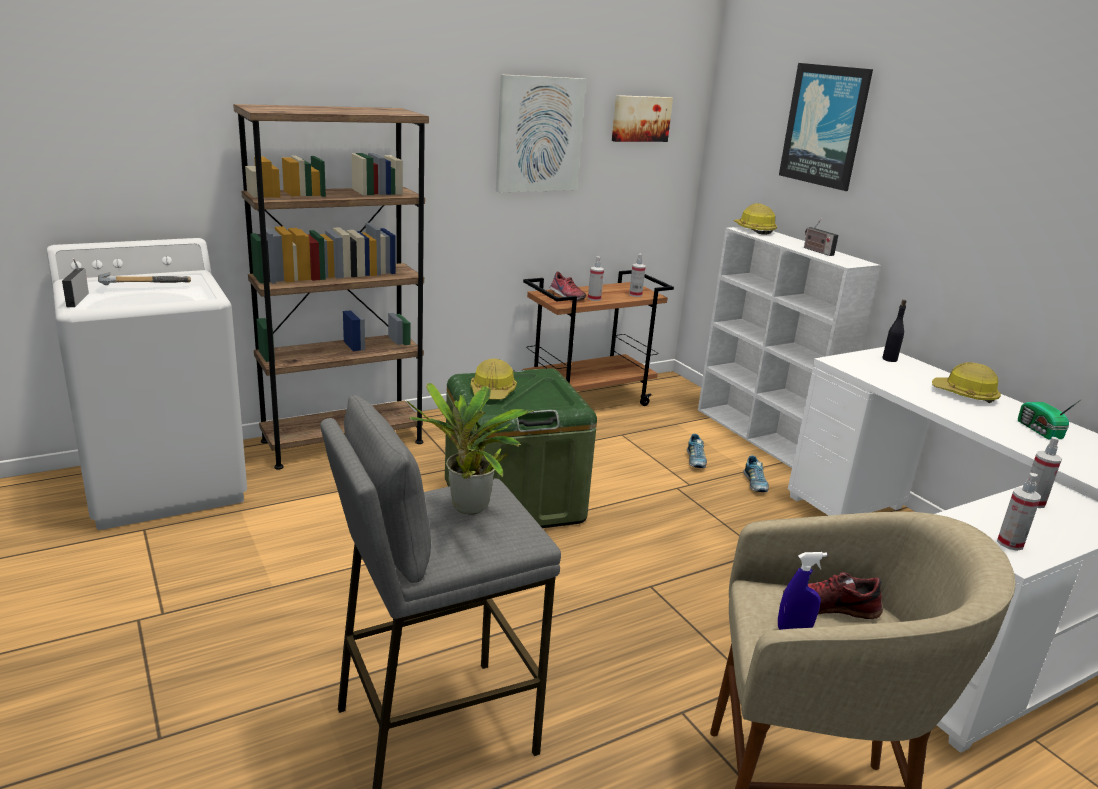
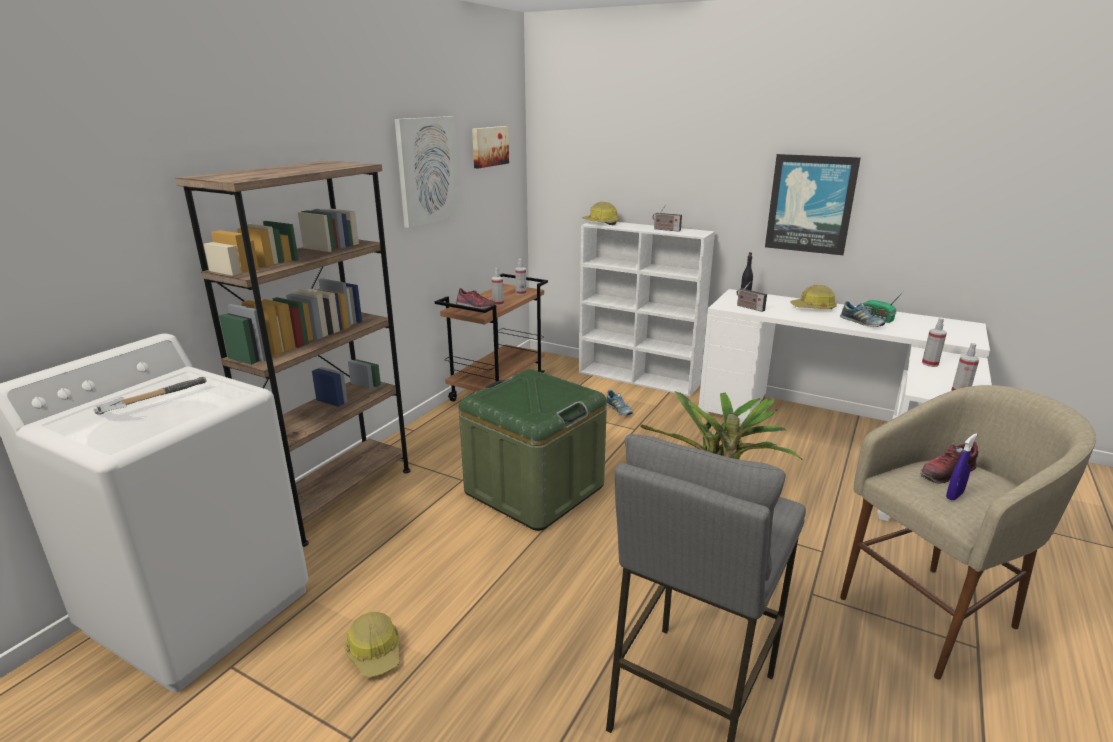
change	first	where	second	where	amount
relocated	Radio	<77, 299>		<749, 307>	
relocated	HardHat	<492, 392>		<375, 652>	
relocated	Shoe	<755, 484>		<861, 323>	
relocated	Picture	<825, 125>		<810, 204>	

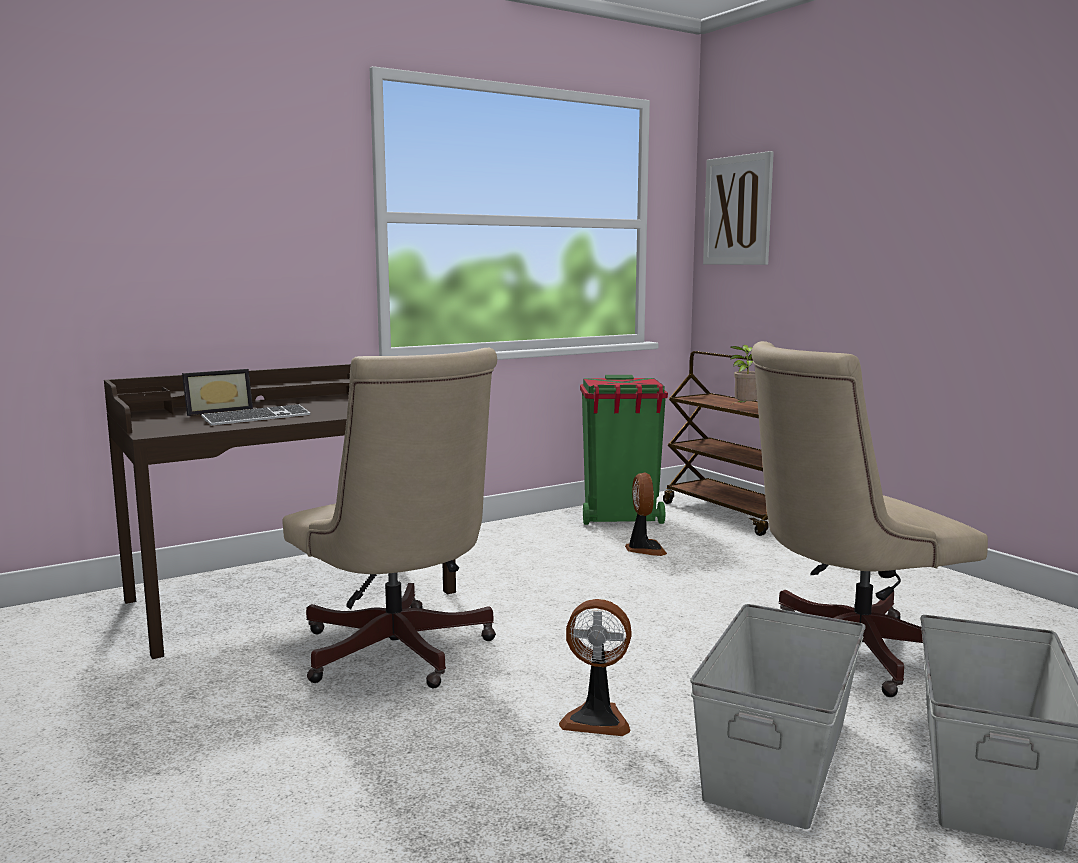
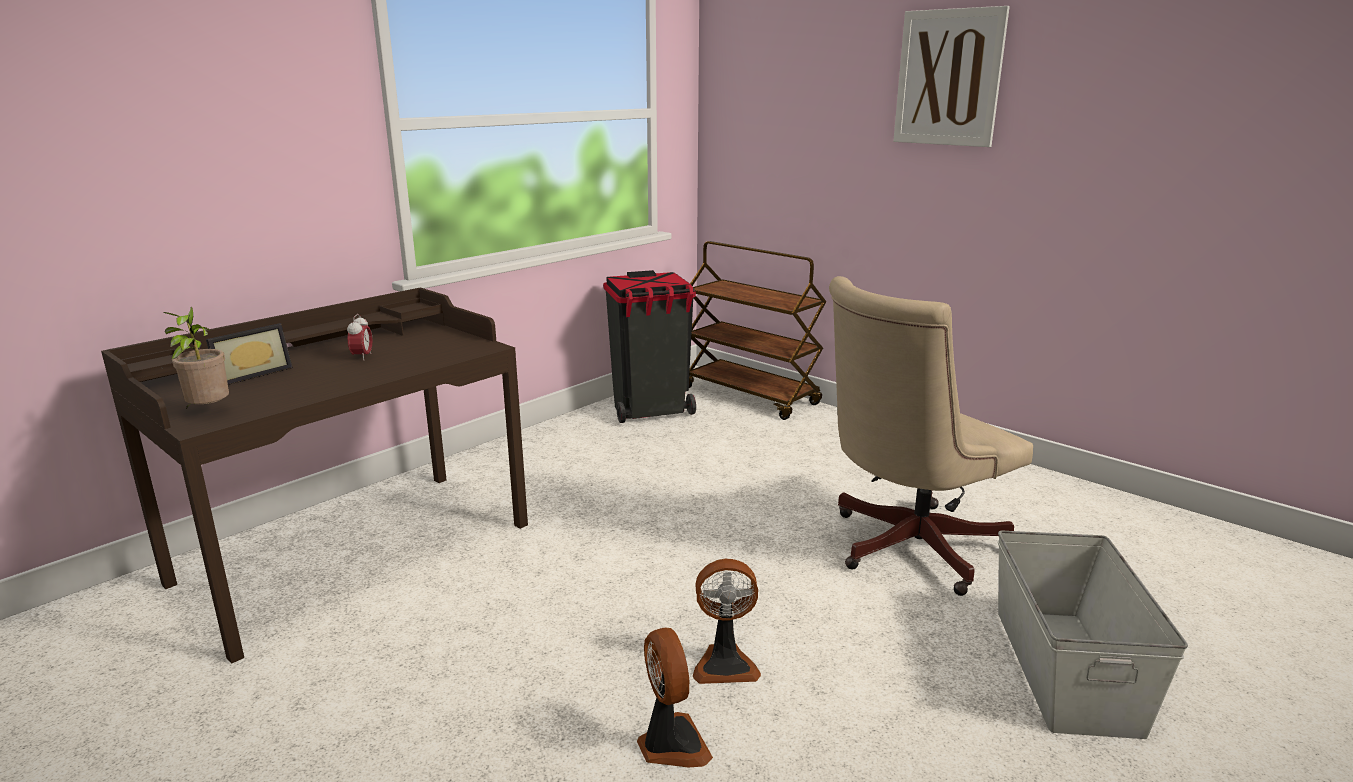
change	first	where	second	where	amount
missing	Keyboard	<257, 418>			
missing	BeigeOfficeChair	<399, 655>			
colour	GreenTrashCan	<621, 518>	BlackTrashCan	<651, 411>	
relocated	Fan	<644, 549>		<670, 744>	
missing	GreyStorageBox	<779, 758>			
relocated	Picture	<738, 210>		<948, 78>	
relocated	PottedPlant	<744, 408>		<208, 412>	
appeared			AlarmClock	<362, 357>	

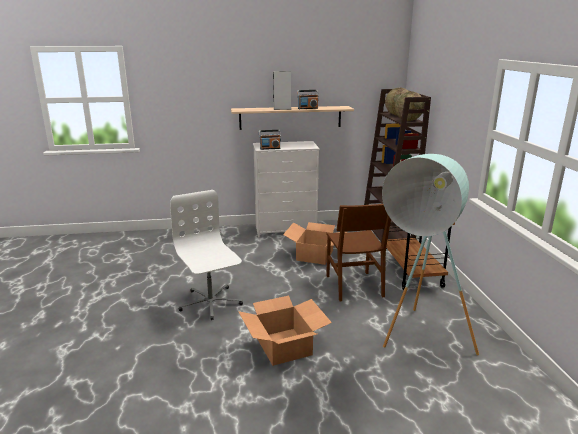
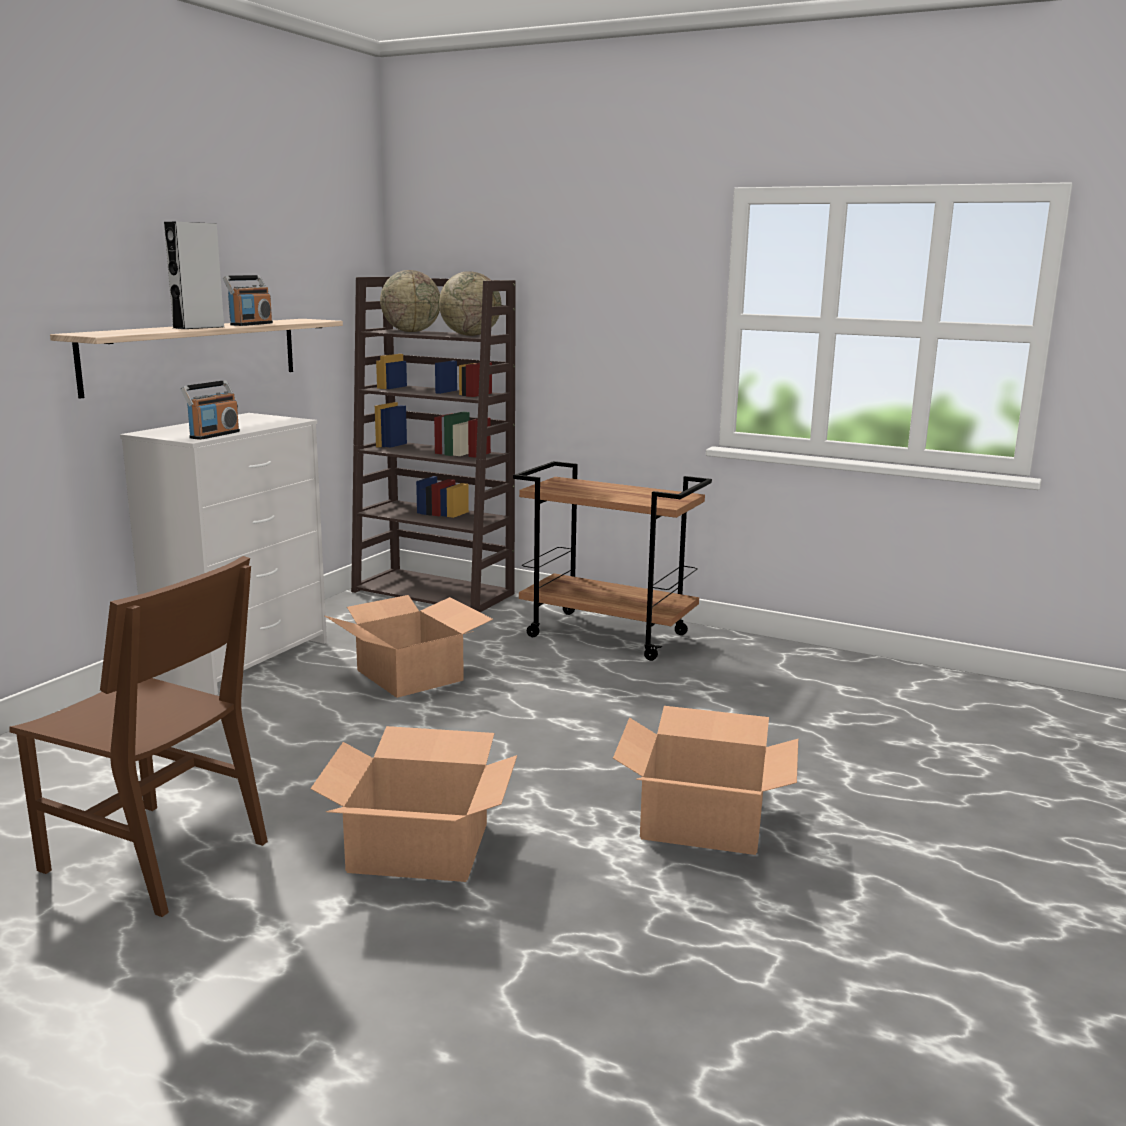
change	first	where	second	where	amount
exchanged	WhiteOfficeChair	<210, 303>	CardboardBox	<419, 847>	
relocated	BrownChair	<354, 286>		<155, 856>	
missing	TurquoiseFloorLamp	<416, 344>			

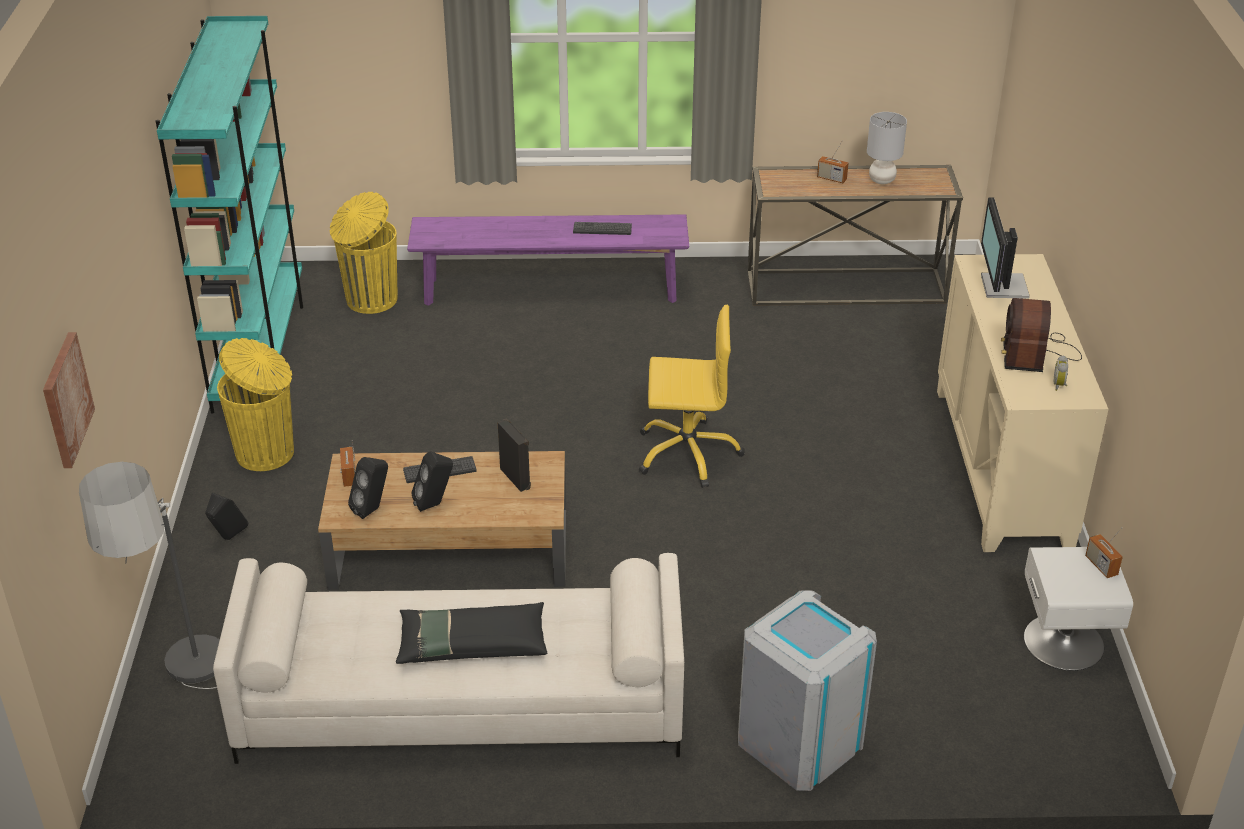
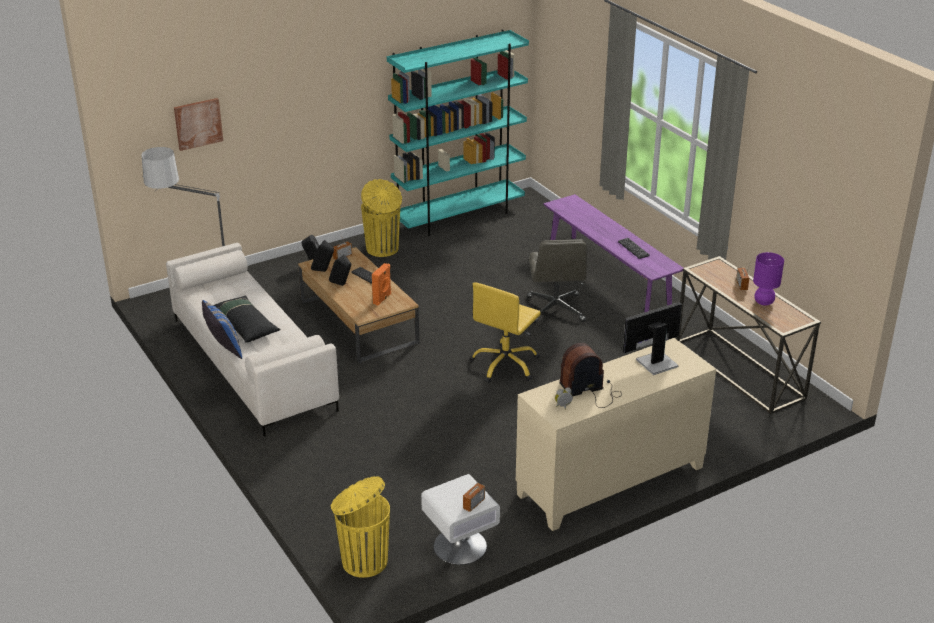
change	first	where	second	where	amount
relocated	YellowTrashCan	<370, 300>		<363, 561>	
colour	BlackSpeaker	<516, 478>	OrangeSpeaker	<382, 299>	
spun	YellowOfficeChair	<687, 453>		<505, 365>	60 degrees clockwise
missing	GreyTrashCan	<799, 741>			
colour	GreyTableLamp	<881, 180>	PurpleTableLamp	<764, 302>	
appeared			BluePillow	<223, 349>	
appeared			GreyOfficeChair	<556, 309>	

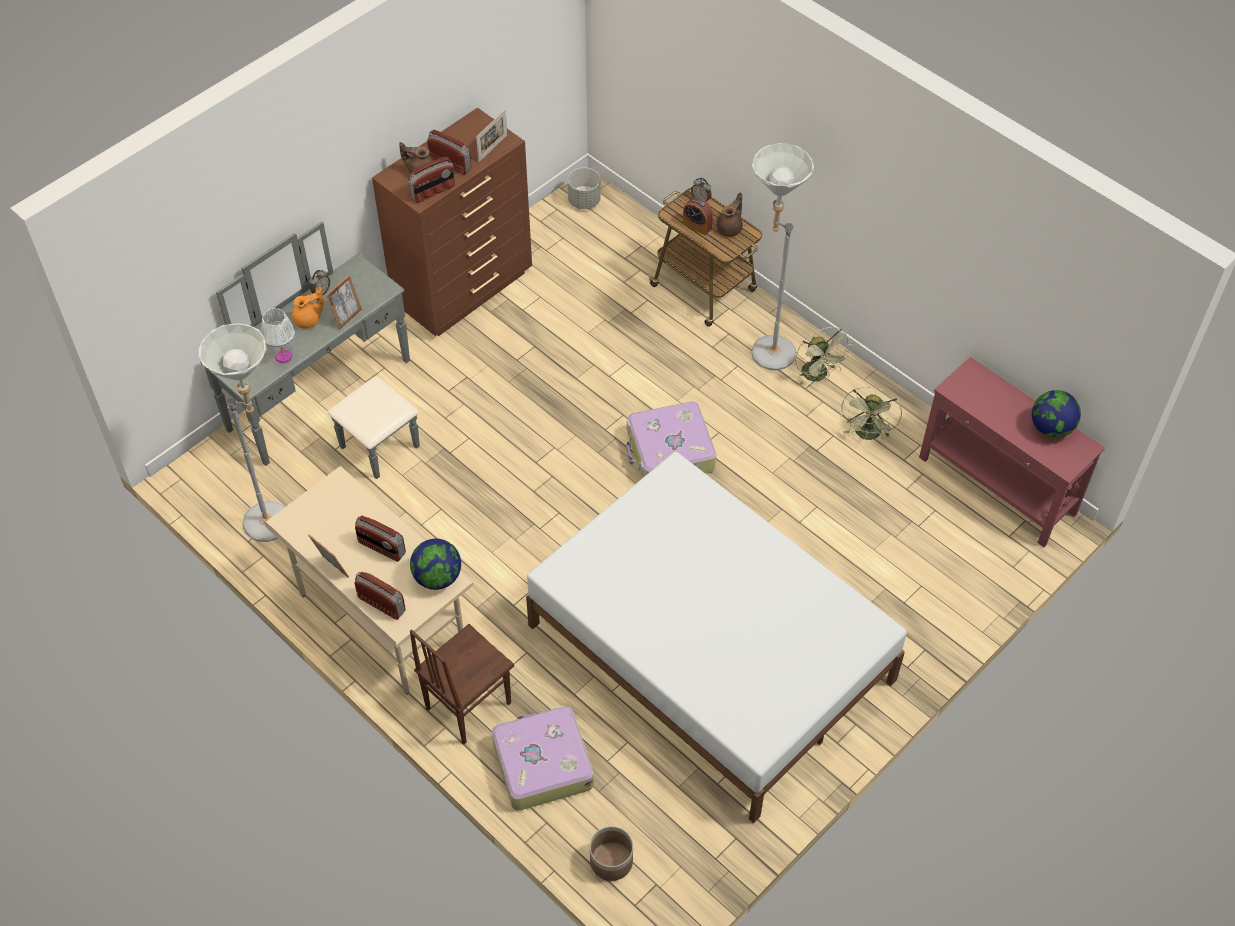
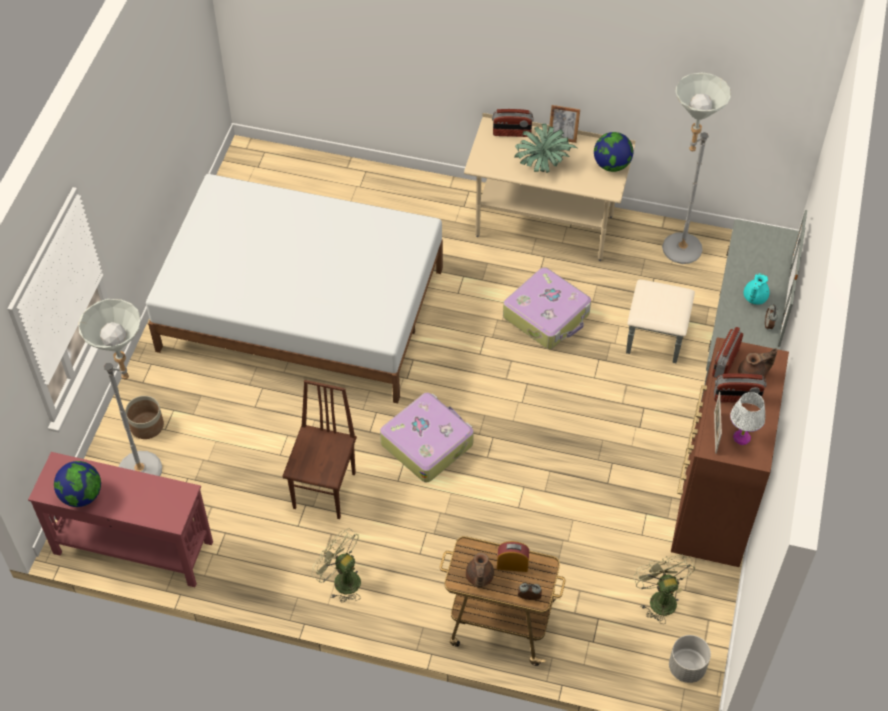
change	first	where	second	where	amount
relocated	WhiteTableLamp	<283, 357>		<741, 437>	
colour	OrangeTeapot	<309, 320>	TurquoiseTeapot	<754, 297>	
missing	PictureFrame	<347, 317>			
exchanged	Radio	<381, 548>	PottedPlant	<542, 163>	
relocated	Globe	<437, 577>		<611, 165>	
relocated	BrownChair	<467, 705>		<326, 490>	
relocated	Suitcase	<542, 764>		<547, 315>	
relocated	Planter	<611, 861>		<146, 426>	
relocated	GreyFloorLamp	<765, 348>		<150, 472>	
relocated	GreenFan	<868, 435>		<659, 598>	

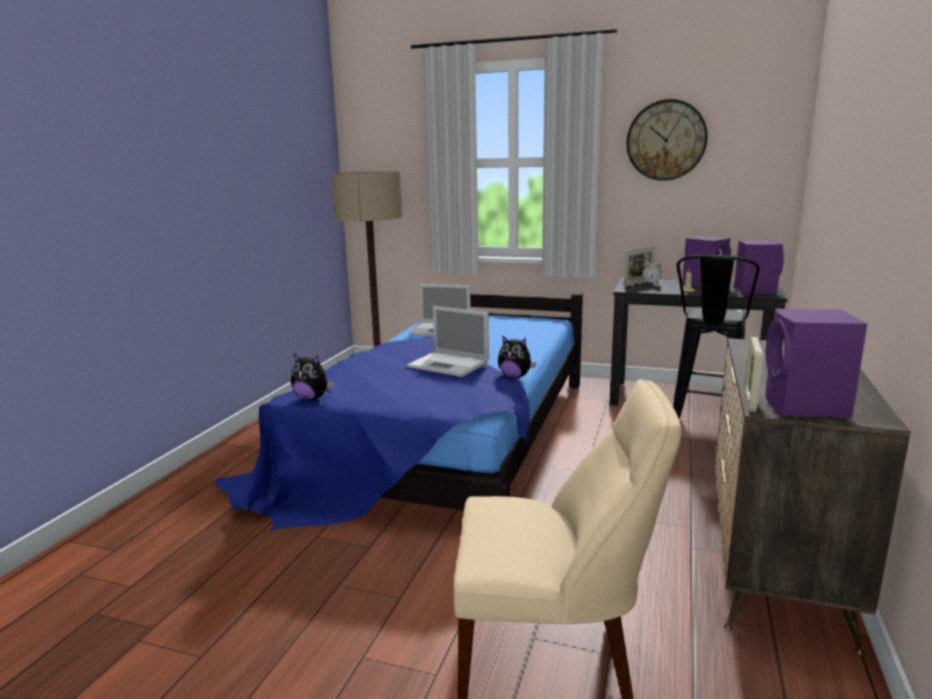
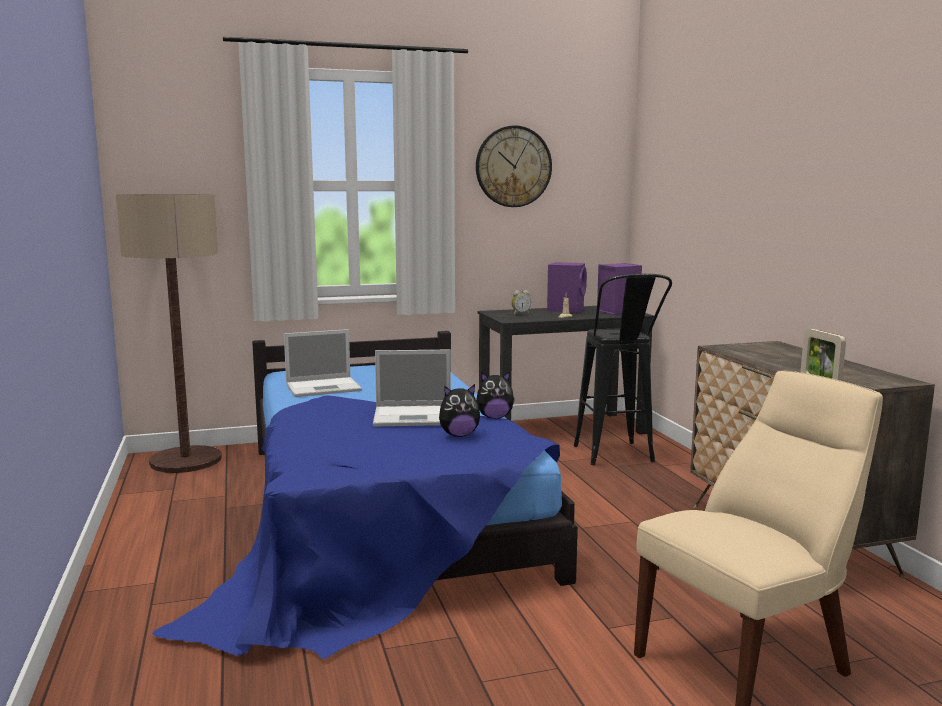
change	first	where	second	where	amount
relocated	PlushToy	<312, 398>		<459, 435>	
missing	PictureFrame	<638, 283>			
missing	PurpleSpeaker	<805, 408>			

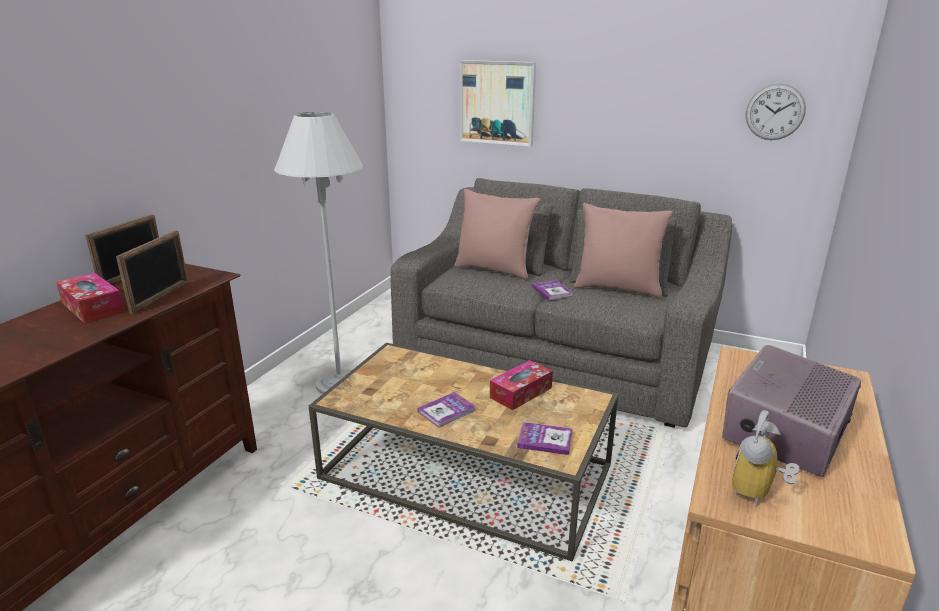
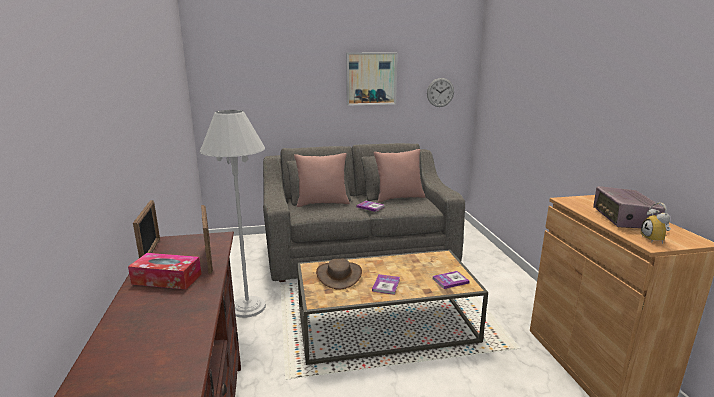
change	first	where	second	where	amount
relocated	Picture	<497, 102>		<371, 78>	
missing	TissueBox	<521, 392>			
appeared			BrownHat	<339, 275>	

